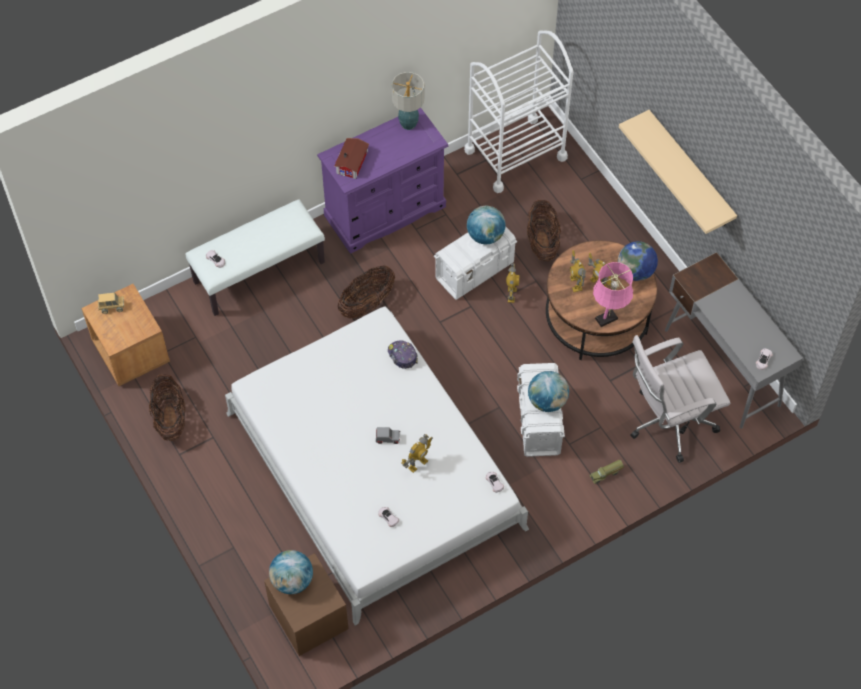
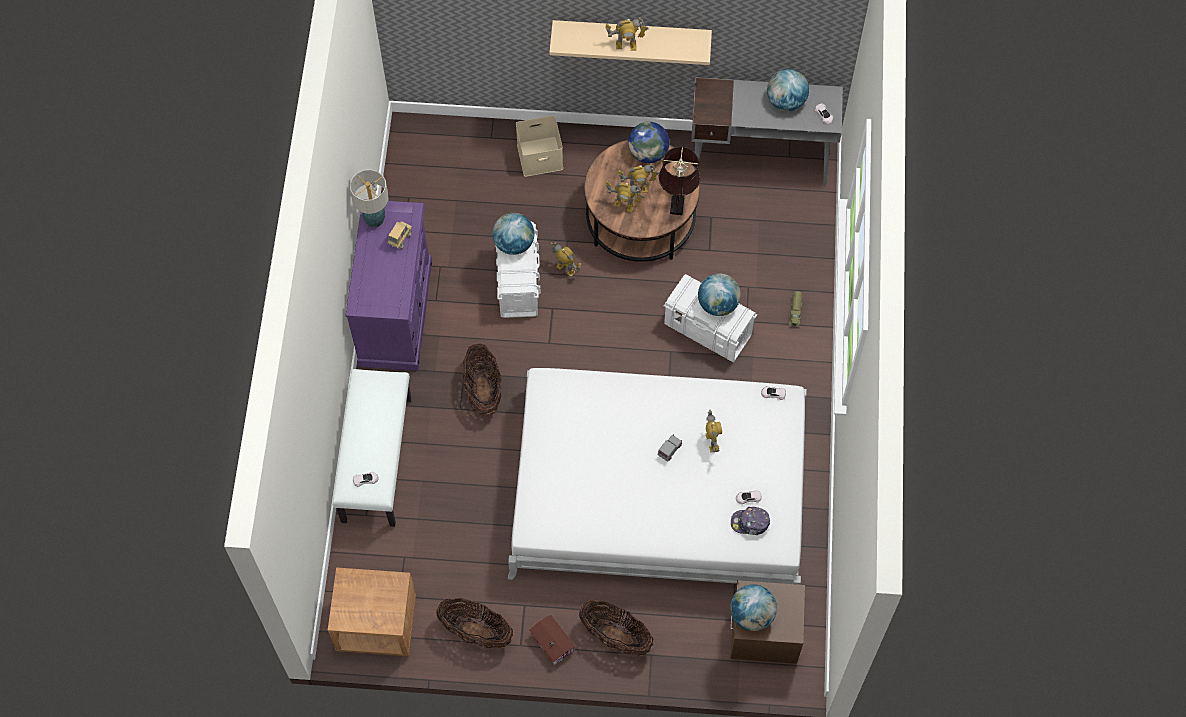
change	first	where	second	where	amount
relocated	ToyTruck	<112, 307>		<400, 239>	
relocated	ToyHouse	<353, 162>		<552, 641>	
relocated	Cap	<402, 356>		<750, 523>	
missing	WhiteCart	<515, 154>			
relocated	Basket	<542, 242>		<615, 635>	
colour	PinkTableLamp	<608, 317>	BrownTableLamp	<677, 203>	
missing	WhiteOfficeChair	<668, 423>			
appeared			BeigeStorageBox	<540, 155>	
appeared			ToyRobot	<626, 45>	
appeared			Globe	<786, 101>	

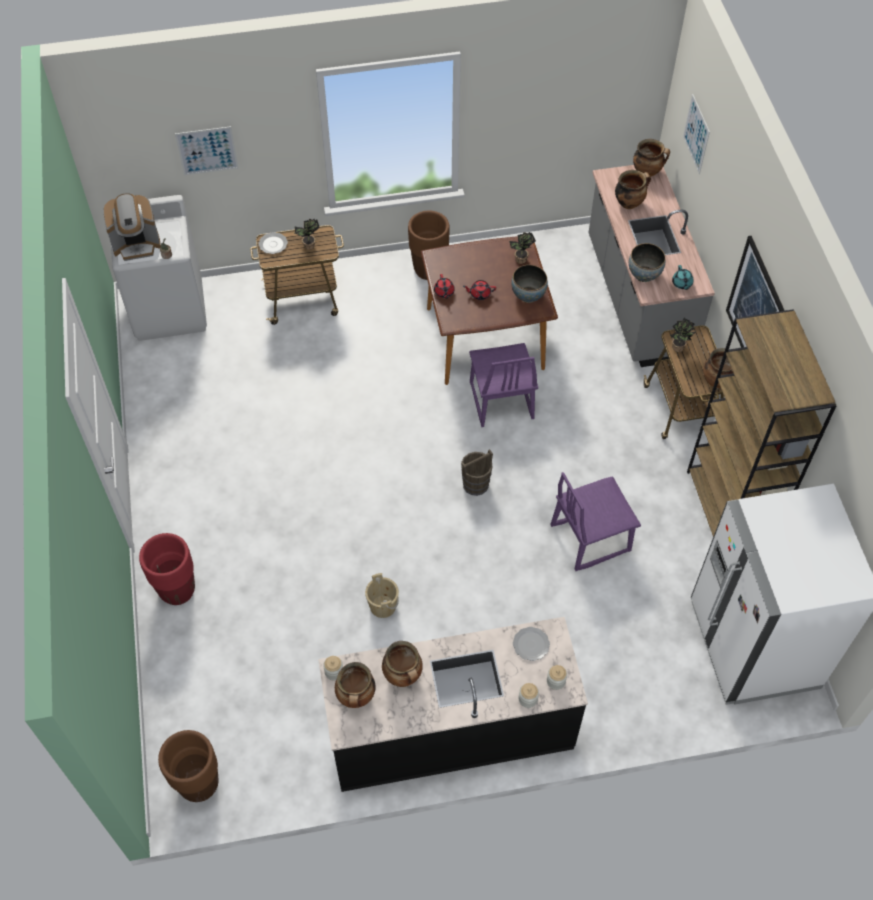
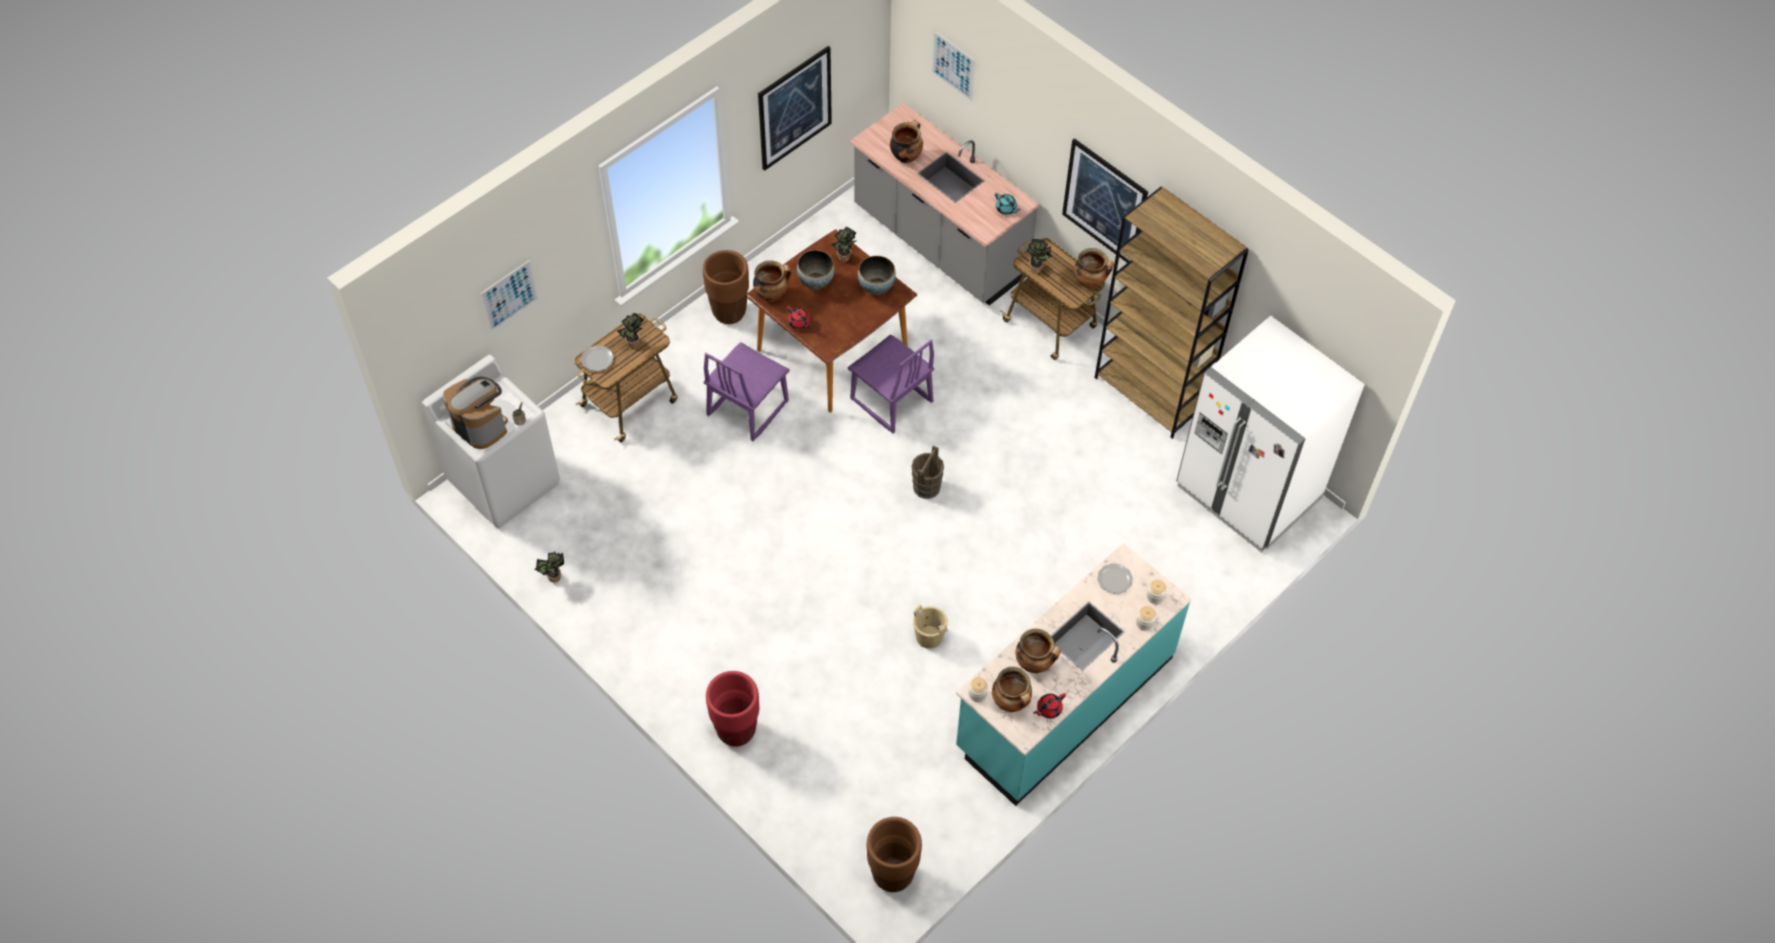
change	first	where	second	where	amount
spun	CoffeeMachine	<137, 244>		<480, 425>	90 degrees counterclockwise
colour	BlackCounter	<450, 729>	TurquoiseCounter	<1064, 702>	
relocated	RedTeapot	<479, 294>		<1048, 709>	
relocated	PurpleChair	<590, 537>		<747, 408>	
relocated	Bowl	<644, 275>		<815, 282>	
relocated	CookingPot	<647, 172>		<772, 294>	
appeared			PottedPlant	<553, 578>	
appeared			Picture	<794, 108>	

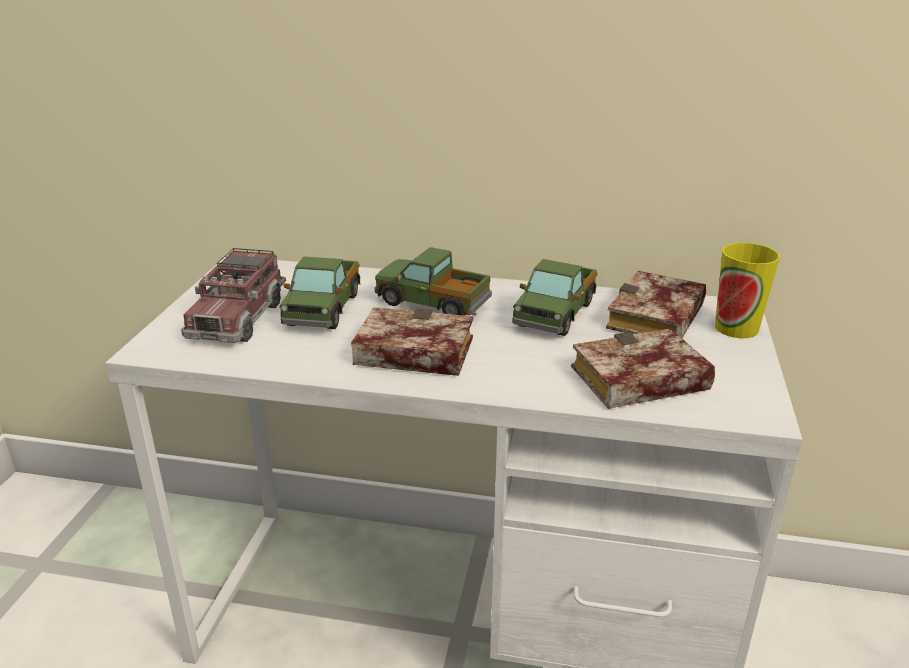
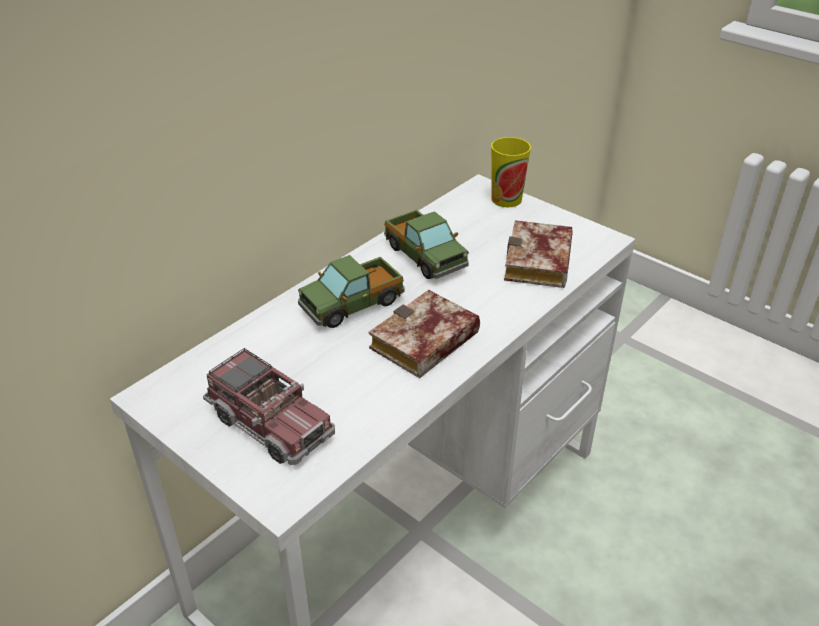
change	first	where	second	where	amount
missing	ToyTruck	<323, 309>			
missing	Book	<658, 320>			

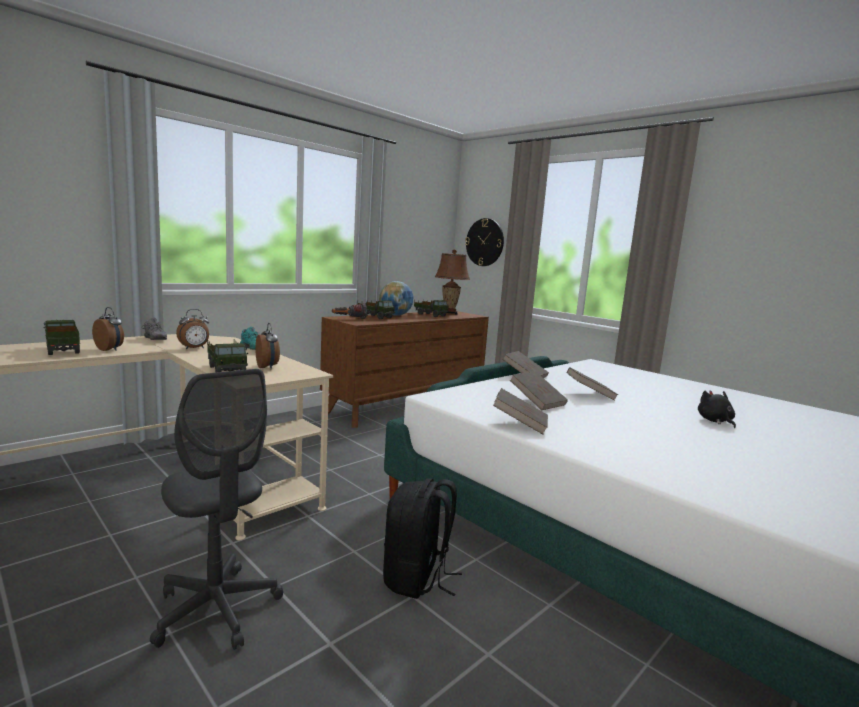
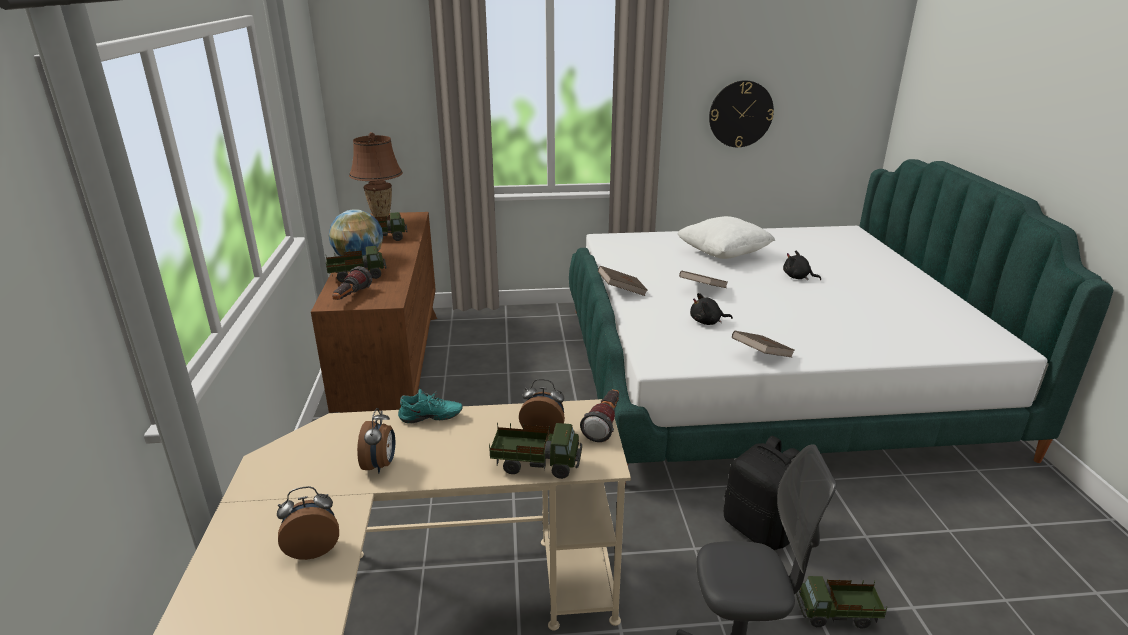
change	first	where	second	where	amount
relocated	ToyTruck	<62, 351>		<837, 615>	
missing	GreyShoe	<153, 340>			
relocated	WallClock	<485, 242>		<740, 114>	
exchanged	BrownBook	<537, 402>	BlackPlushToy	<707, 322>	
appeared			Flashlight	<605, 424>	
appeared			WhitePillow	<723, 254>	

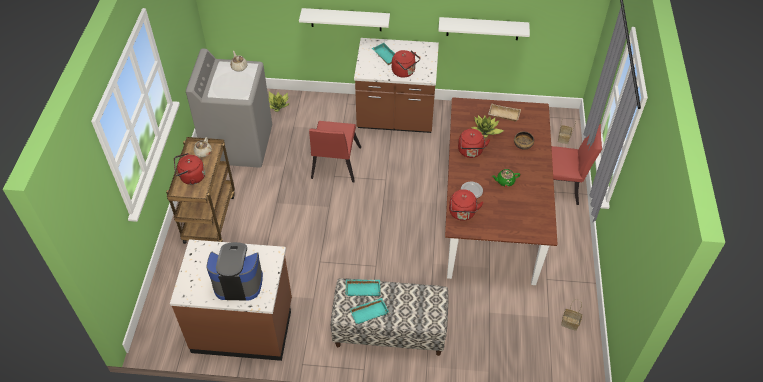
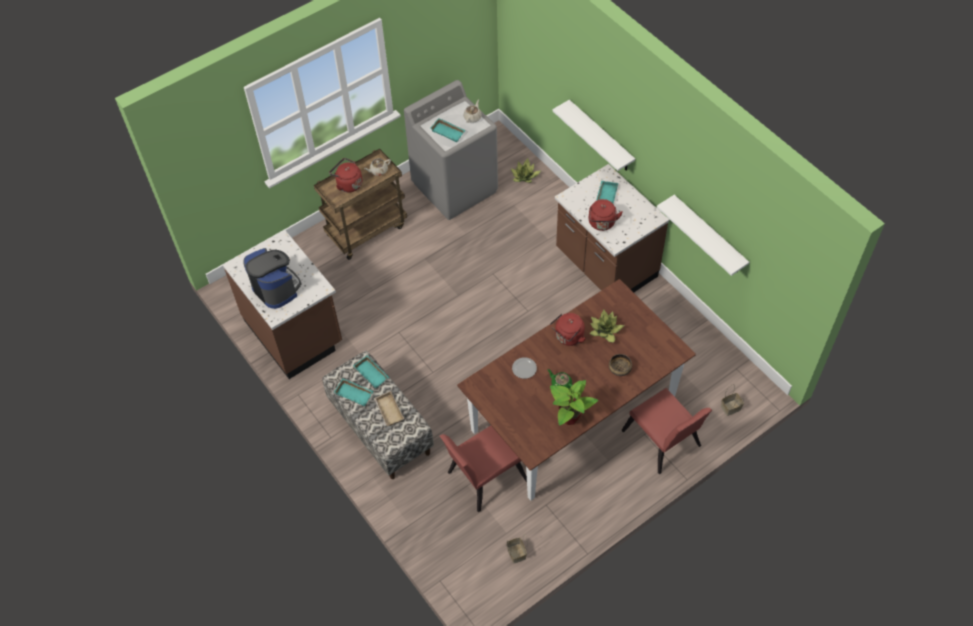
change	first	where	second	where	amount
relocated	RedChair	<334, 165>		<482, 478>	
missing	RedKettle	<462, 213>			
relocated	BeigeTray	<503, 115>		<388, 410>	
appeared			TurquoiseTray	<448, 131>	
appeared			PottedPlant	<569, 417>	

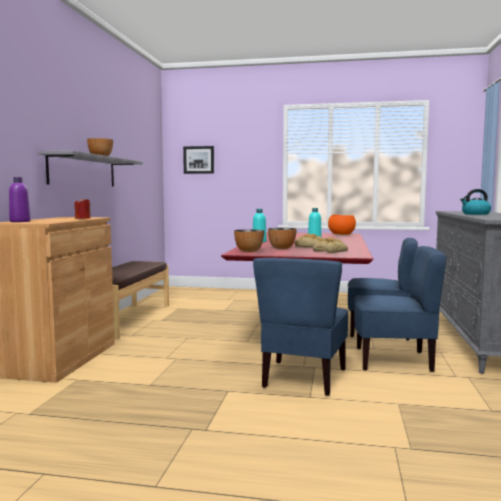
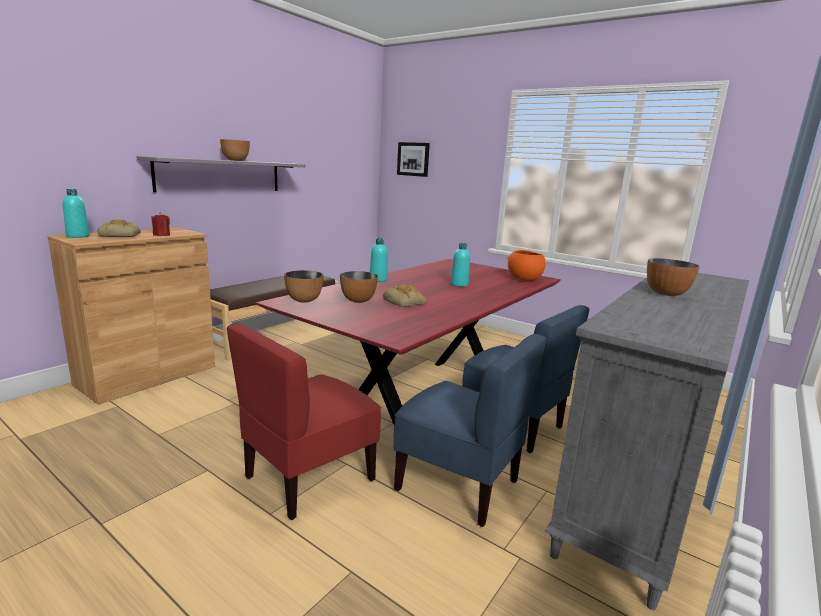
change	first	where	second	where	amount
colour	PurpleBottle	<20, 221>	TurquoiseBottle	<78, 236>	
colour	BlueChair	<303, 378>	RedChair	<308, 478>	
relocated	Bread	<329, 251>		<121, 235>	
exchanged	Kettle	<475, 214>	Bowl	<666, 294>	

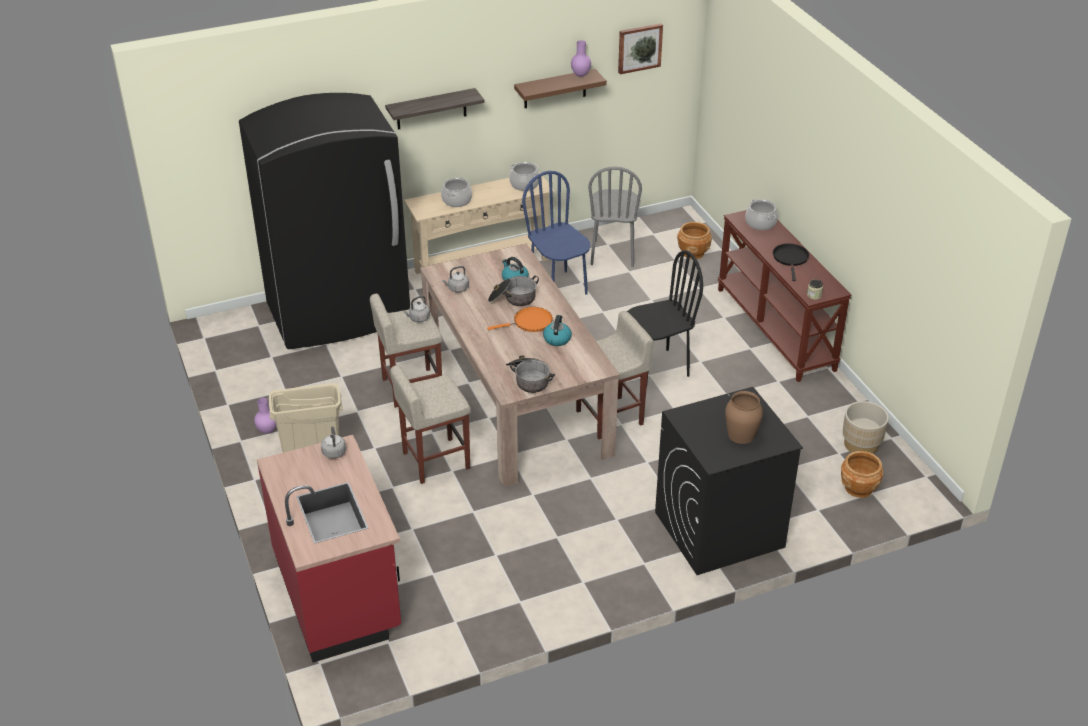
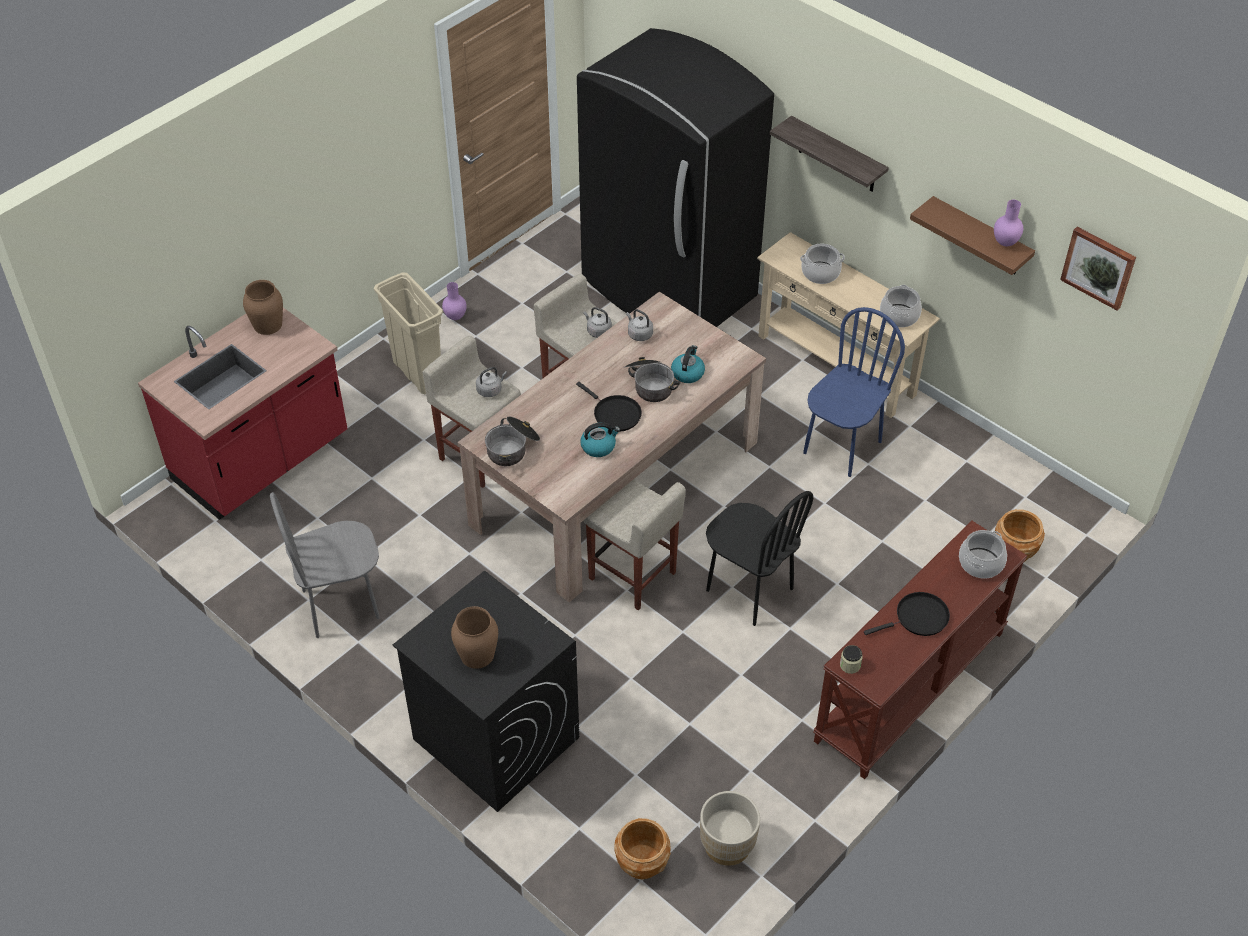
change	first	where	second	where	amount
relocated	GreyKettle	<334, 451>		<490, 390>	
colour	OrangeFryingPan	<530, 322>	BlackFryingPan	<614, 414>	
relocated	GreyChair	<613, 253>		<340, 605>	
appeared			BrownVase	<268, 324>	

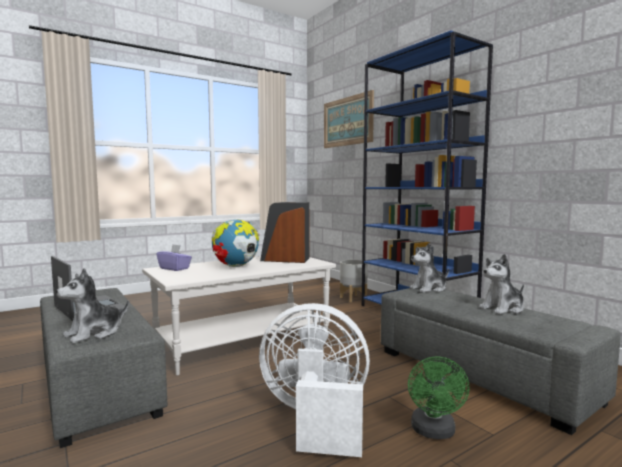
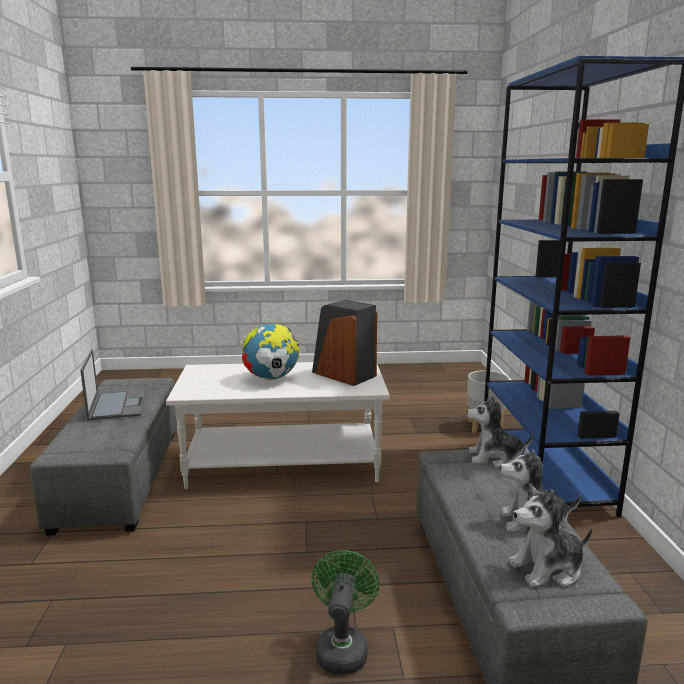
change	first	where	second	where	amount
relocated	PlushToy	<94, 333>		<547, 568>	
missing	PurpleTissueBox	<174, 268>			
missing	WhiteFan	<315, 418>			
missing	Picture	<347, 121>			
spun	GreenFan	<434, 432>		<342, 647>	150 degrees clockwise

